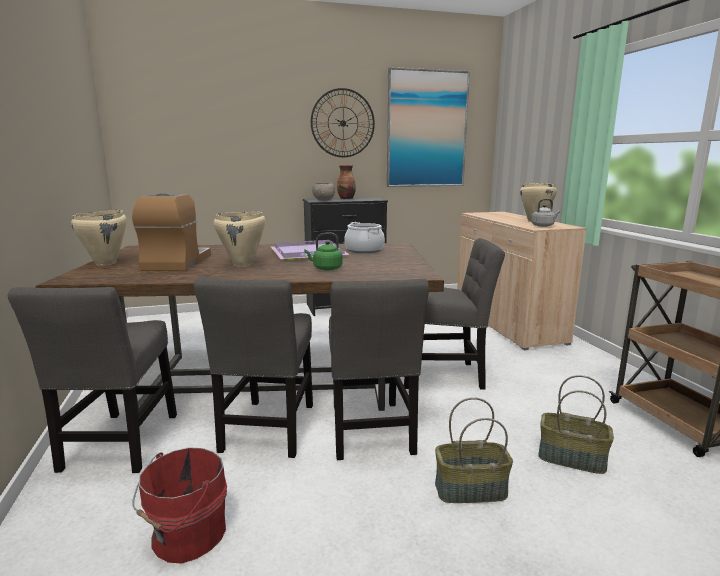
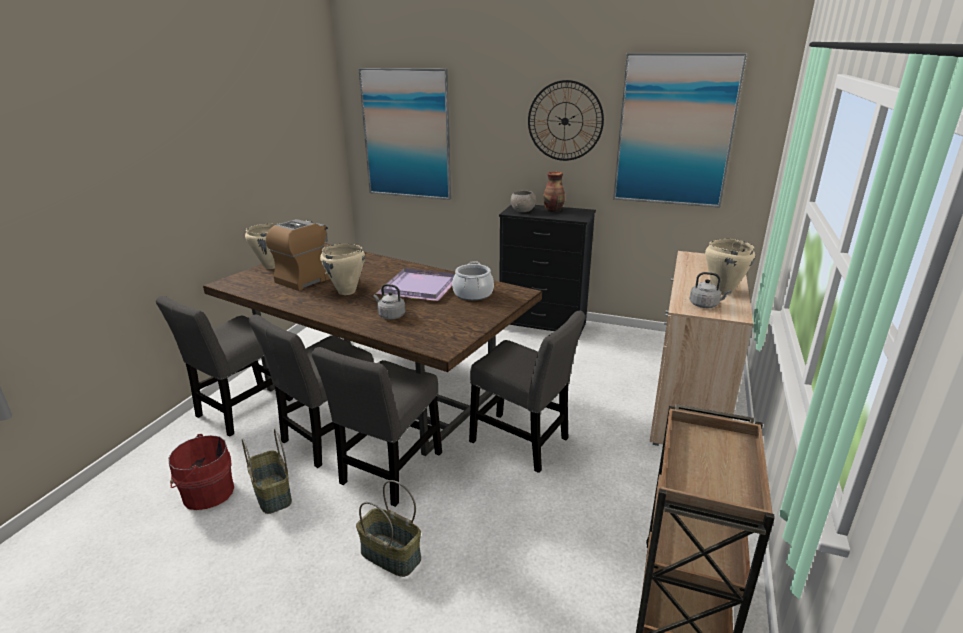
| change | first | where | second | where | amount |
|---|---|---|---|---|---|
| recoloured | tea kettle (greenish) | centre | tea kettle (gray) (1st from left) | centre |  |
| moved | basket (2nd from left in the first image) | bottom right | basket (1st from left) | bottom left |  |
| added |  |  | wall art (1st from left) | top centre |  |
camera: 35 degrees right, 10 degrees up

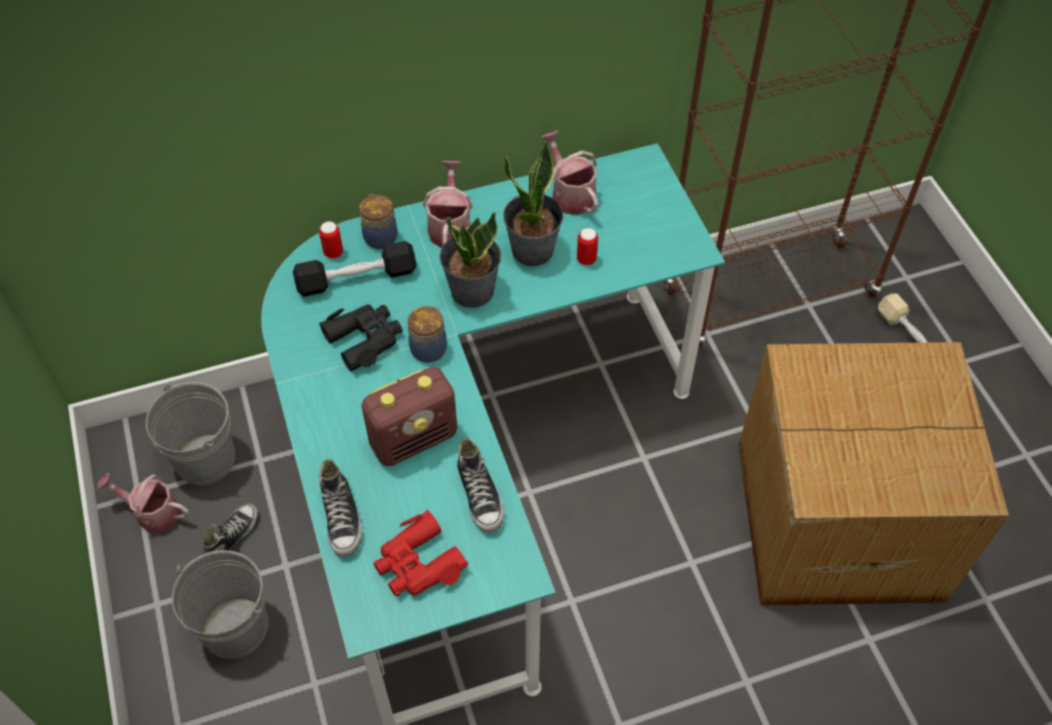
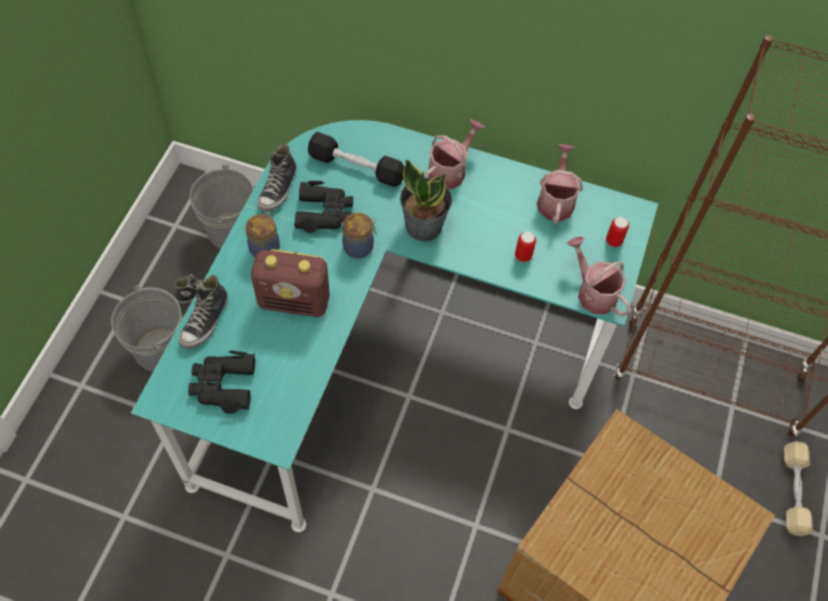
| change | first | where | second | where | amount |
|---|---|---|---|---|---|
| removed | houseplant (2nd from left) | top centre |  |  |  |
| moved | storage jar (1st from left) | top centre |  | middle left |  |
| moved | can (1st from left in the first image) | top left | can (2nd from left) | middle right |  |
| moved | low shoe (3rd from left) | bottom centre |  | top centre |  |
| moved | watering pot (1st from left in the first image) | bottom left | watering pot (3rd from left) | middle right |  |
| recoloured | binoculars (reddish) | bottom centre | binoculars (black) (1st from left) | middle left |  |
camera: 35 degrees right, 5 degrees up

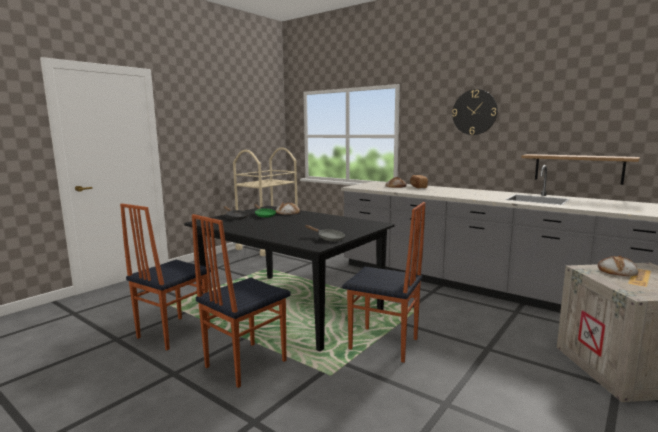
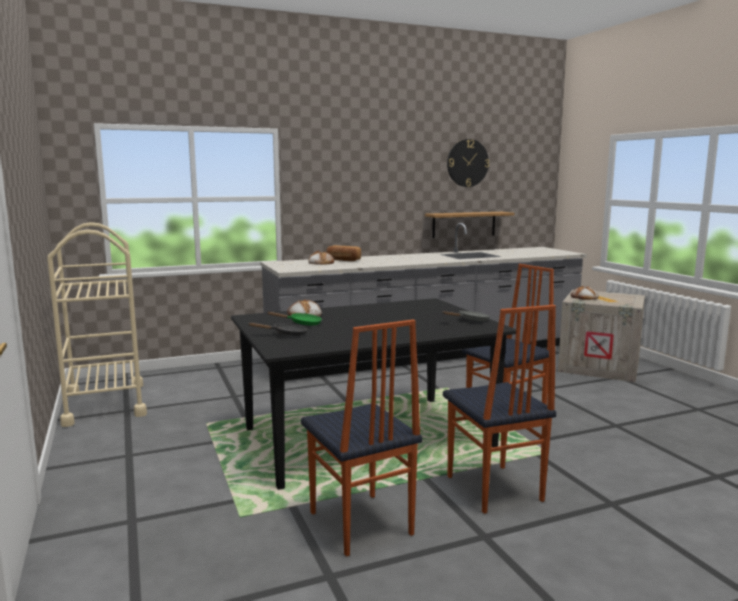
| change | first | where | second | where | amount |
|---|---|---|---|---|---|
| moved | wall clock | top right |  | top centre |  |
camera: 60 degrees left, 0 degrees up

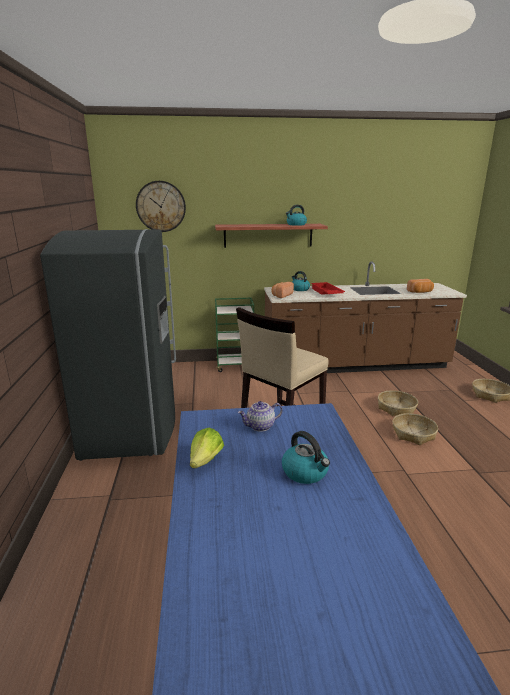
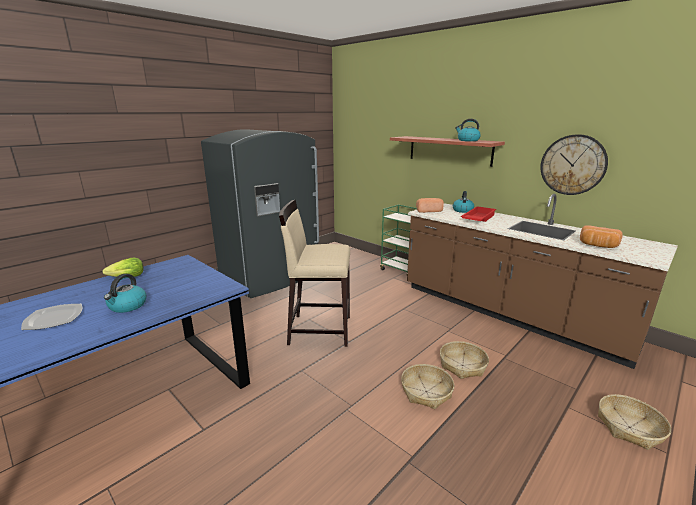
| change | first | where | second | where | amount |
|---|---|---|---|---|---|
| moved | wall clock | top left |  | top right |  |
| removed | tea pot | centre |  |  |  |
| added |  |  | dinner plate | middle left |  |
camera: 50 degrees right, 0 degrees up

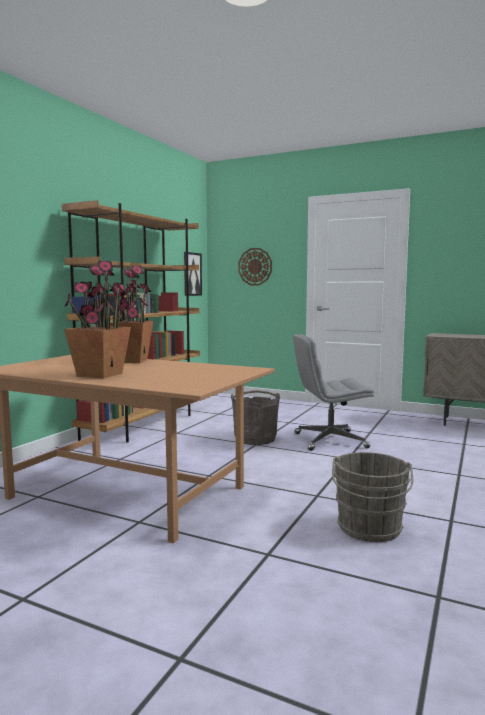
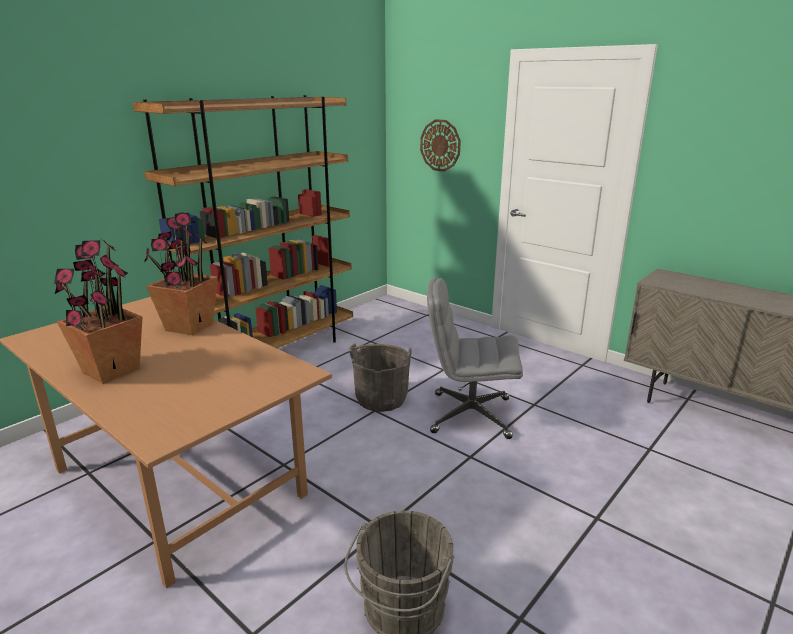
| change | first | where | second | where | amount |
|---|---|---|---|---|---|
| removed | wall art | centre |  |  |  |
camera: 15 degrees right, 15 degrees up

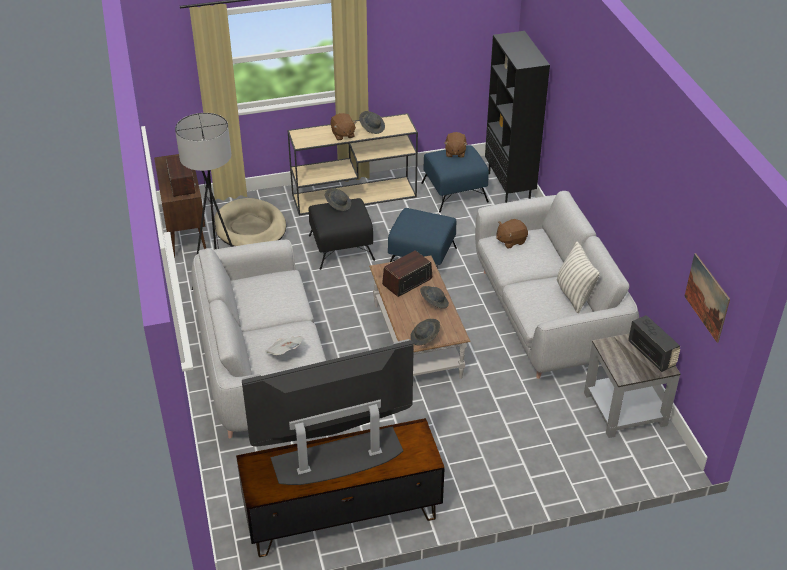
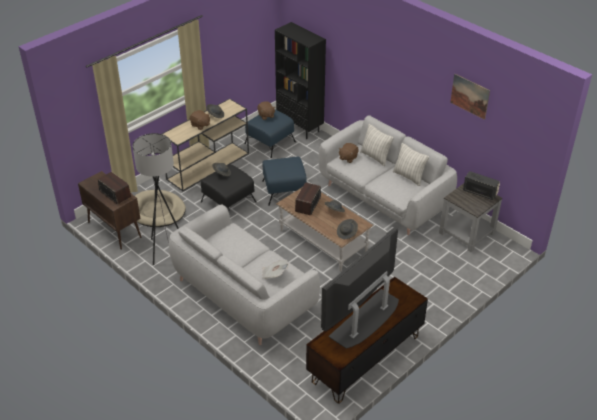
| change | first | where | second | where | amount |
|---|---|---|---|---|---|
| moved | wall art | middle right |  | top right |  |
| added |  |  | pillow (1st from left) | centre |  |
camera: 30 degrees left, 0 degrees up

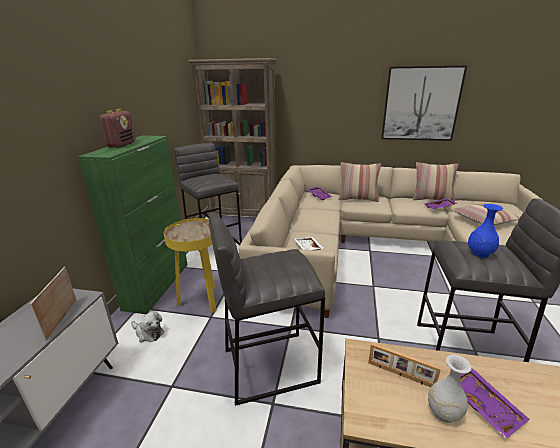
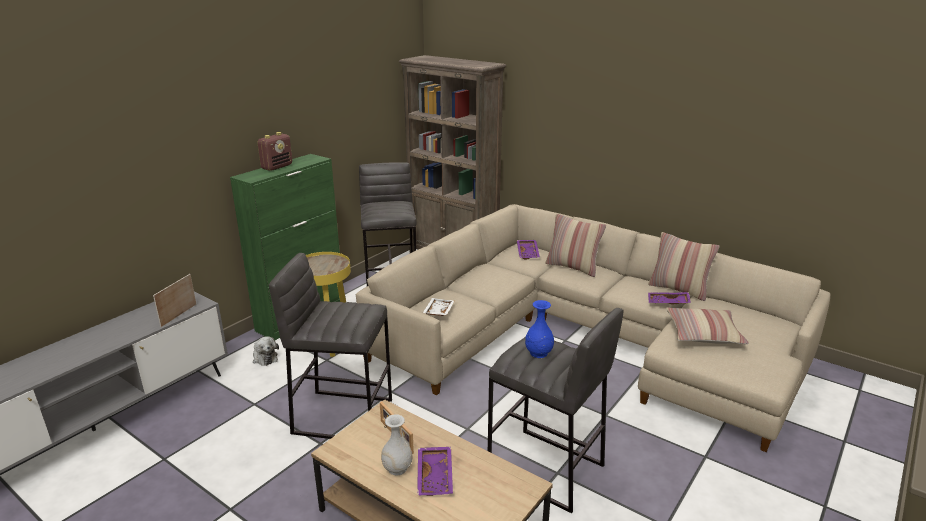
| change | first | where | second | where | amount |
|---|---|---|---|---|---|
| removed | wall art | top right |  |  |  |
camera: 25 degrees right, 0 degrees up

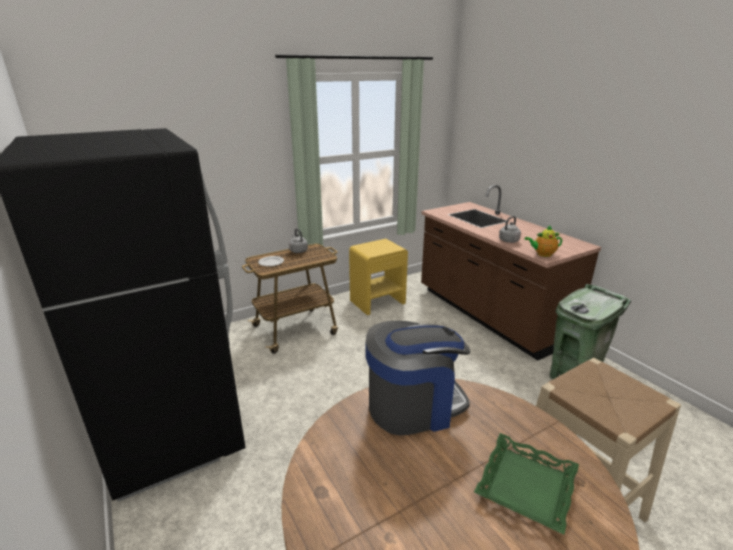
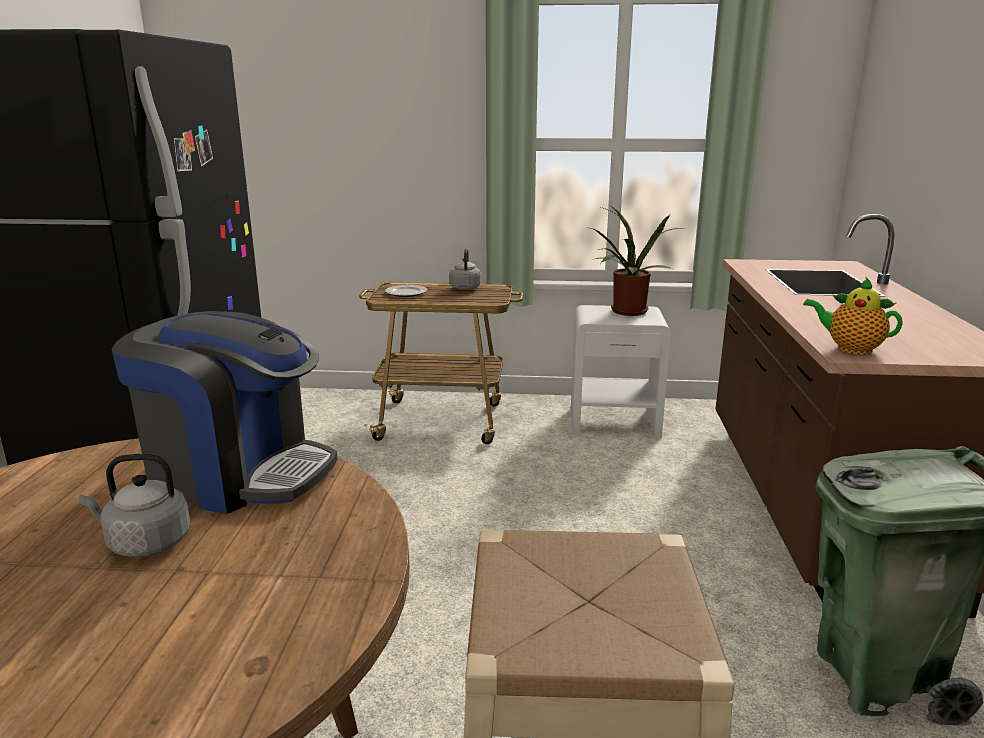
| change | first | where | second | where | amount |
|---|---|---|---|---|---|
| moved | tea kettle (gray) (2nd from left in the first image) | middle right | tea kettle (gray) (1st from left) | bottom left |  |
| recoloured | bedside table (yellow) | centre | bedside table (white) | centre |  |
| removed | serving tray (greenish) | bottom right |  |  |  |
| added |  |  | houseplant | centre |  |
camera: 35 degrees right, 5 degrees down

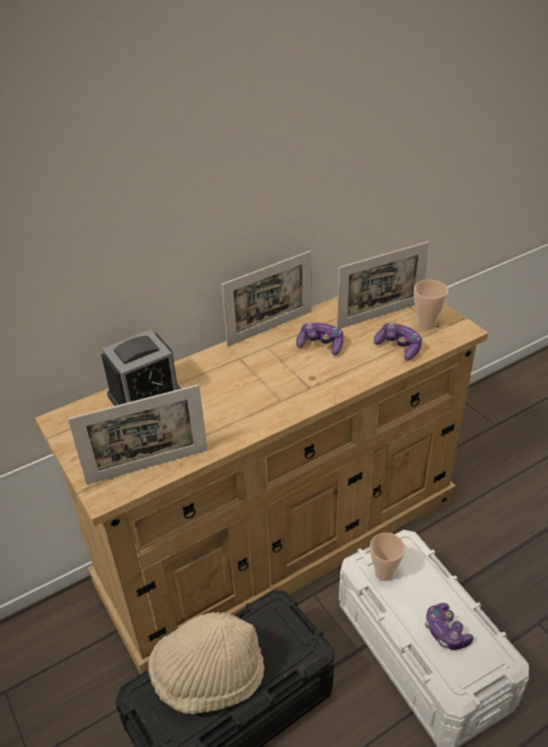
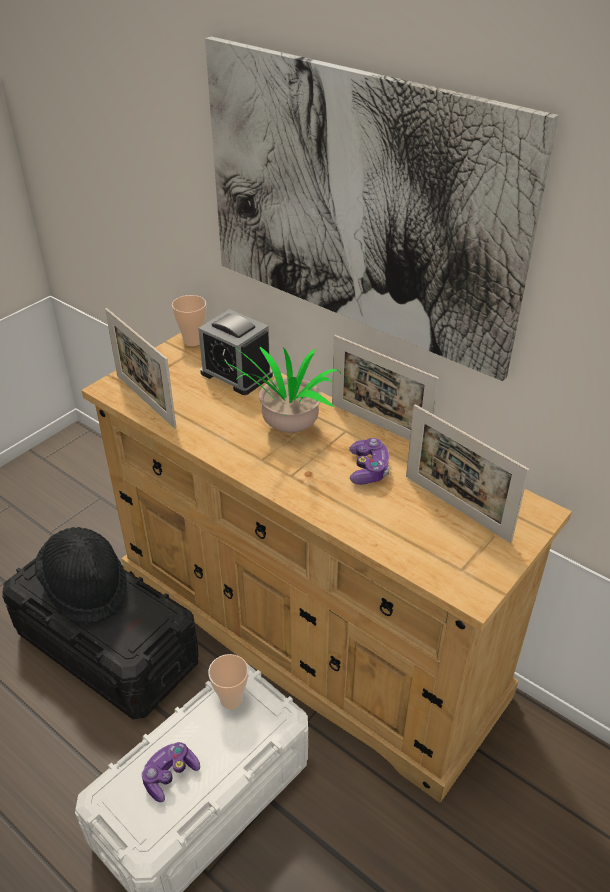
| change | first | where | second | where | amount |
|---|---|---|---|---|---|
| moved | small cup (2nd from left in the first image) | middle right | small cup (1st from left) | middle left |  |
| removed | game controller (2nd from left) | middle right |  |  |  |
| recoloured | clothing hat (sand-coloured) | bottom centre | clothing hat (black) | middle left |  |
| added |  |  | wall art | top centre |  |
| added |  |  | houseplant | centre |  |
camera: 70 degrees right, 0 degrees up

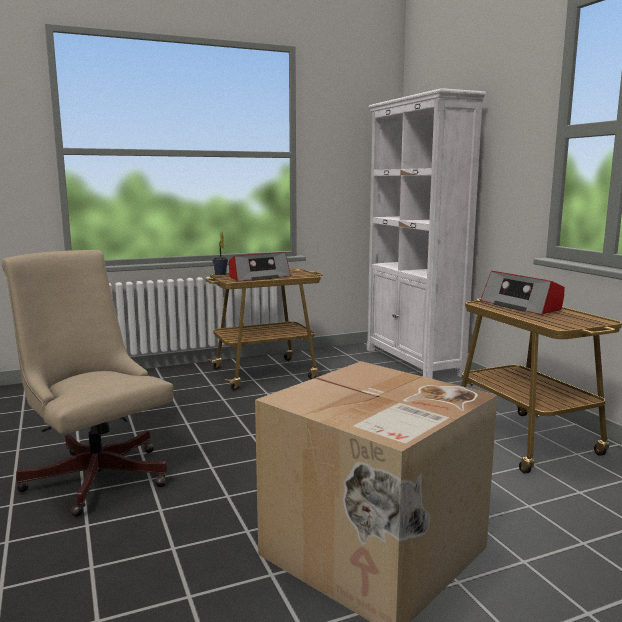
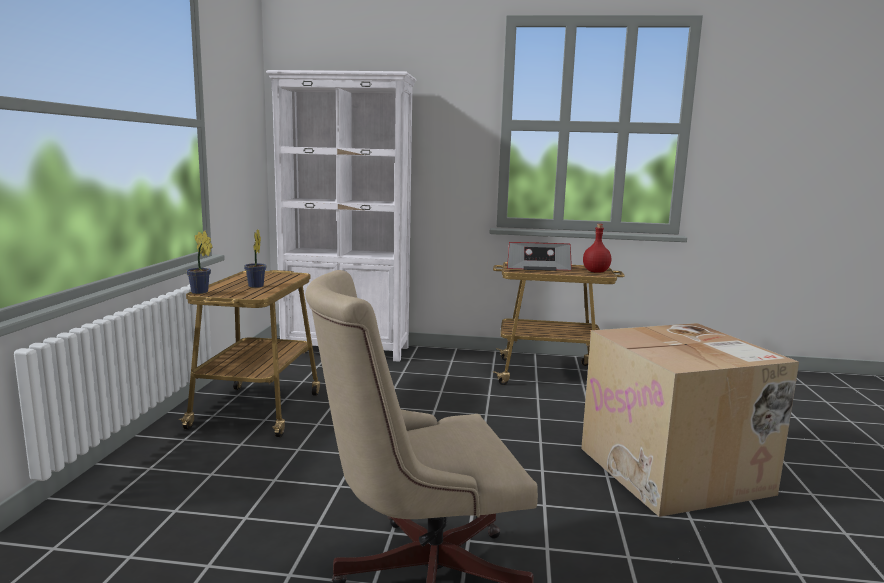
| change | first | where | second | where | amount |
|---|---|---|---|---|---|
| replaced | radio (1st from left) | centre | houseplant (2nd from left) | middle left |  |
| added |  |  | beverage bottle (reddish) | middle right |  |
camera: 60 degrees left, 0 degrees up

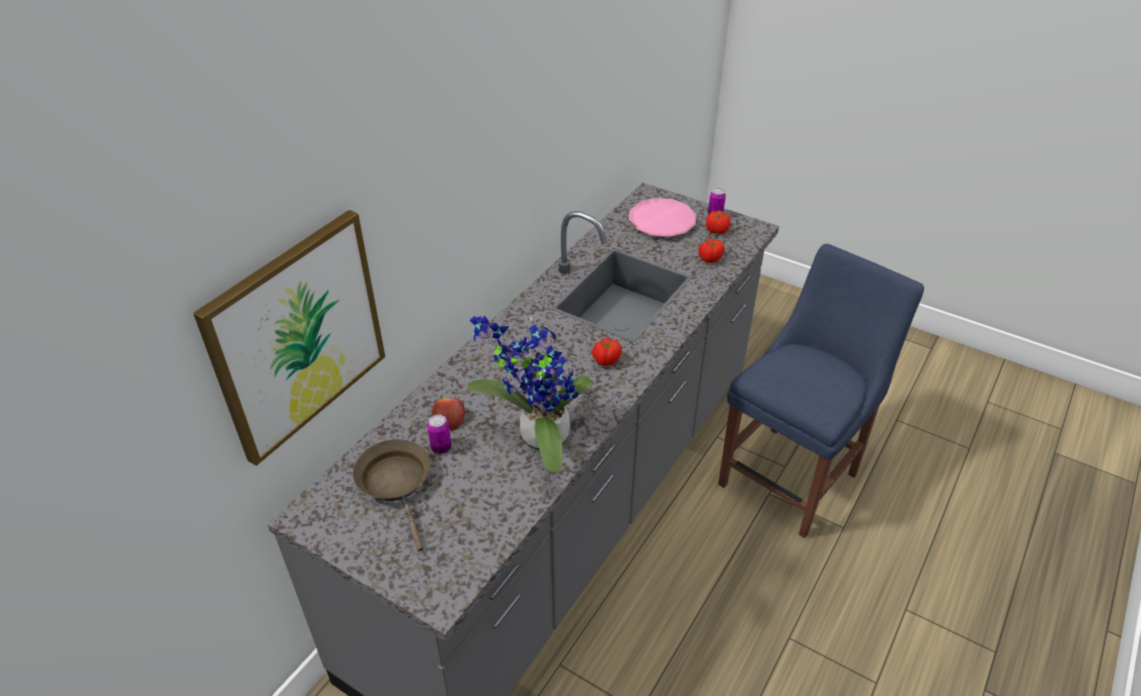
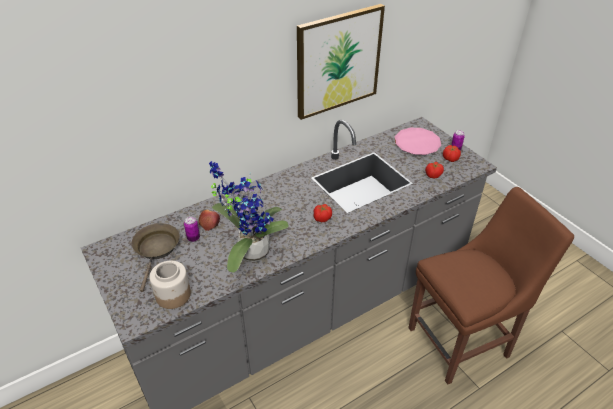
| change | first | where | second | where | amount |
|---|---|---|---|---|---|
| moved | wall art | middle left |  | top centre |  |
| recoloured | plain chair (blue) | middle right | plain chair (brownish) | bottom right |  |
| added |  |  | storage jar | bottom left |  |
camera: 25 degrees right, 0 degrees up

